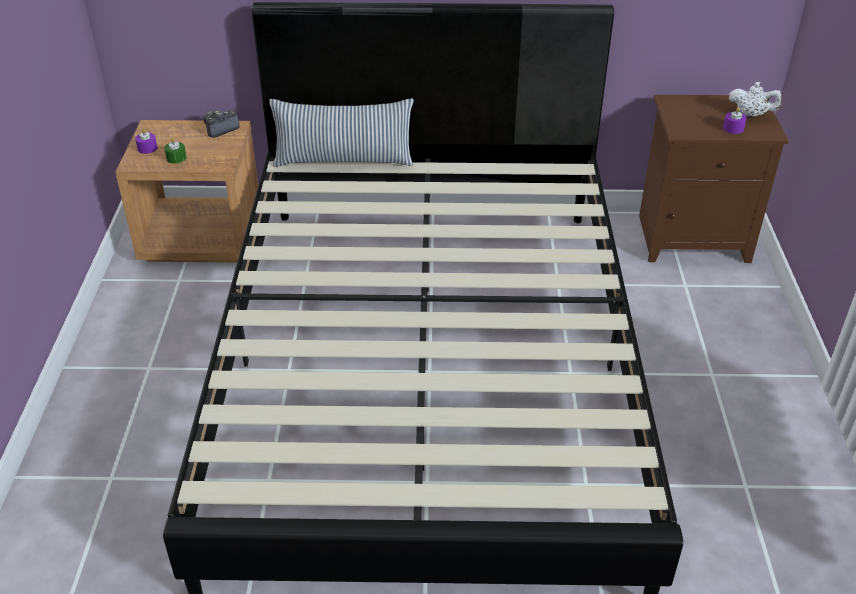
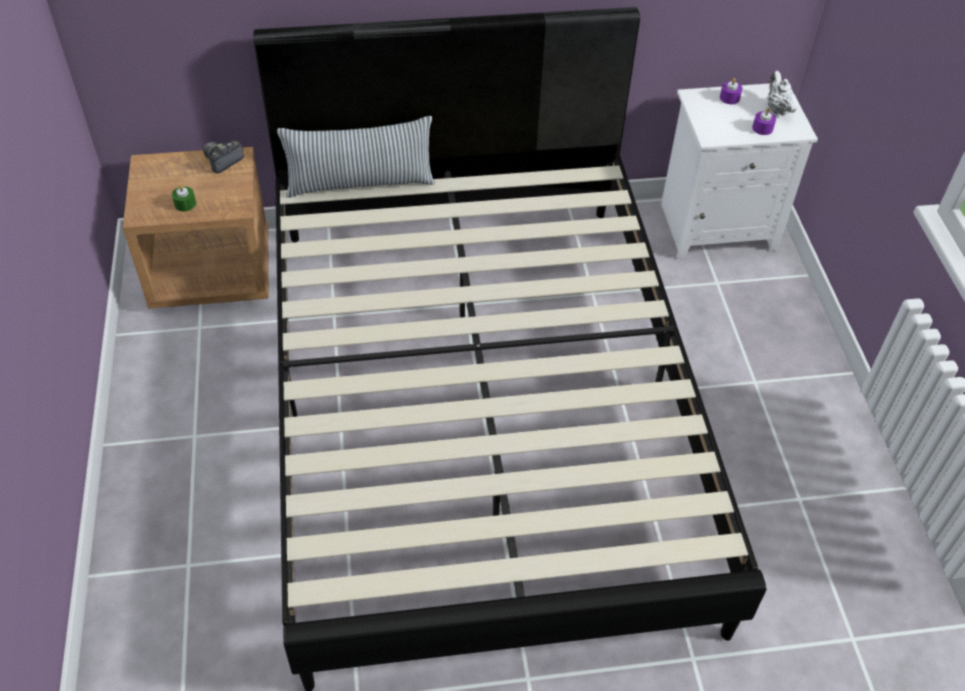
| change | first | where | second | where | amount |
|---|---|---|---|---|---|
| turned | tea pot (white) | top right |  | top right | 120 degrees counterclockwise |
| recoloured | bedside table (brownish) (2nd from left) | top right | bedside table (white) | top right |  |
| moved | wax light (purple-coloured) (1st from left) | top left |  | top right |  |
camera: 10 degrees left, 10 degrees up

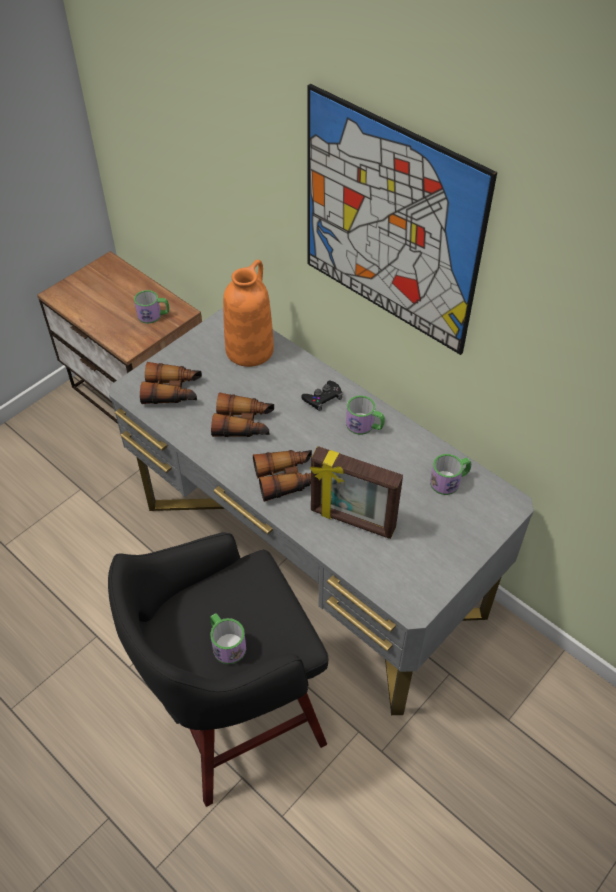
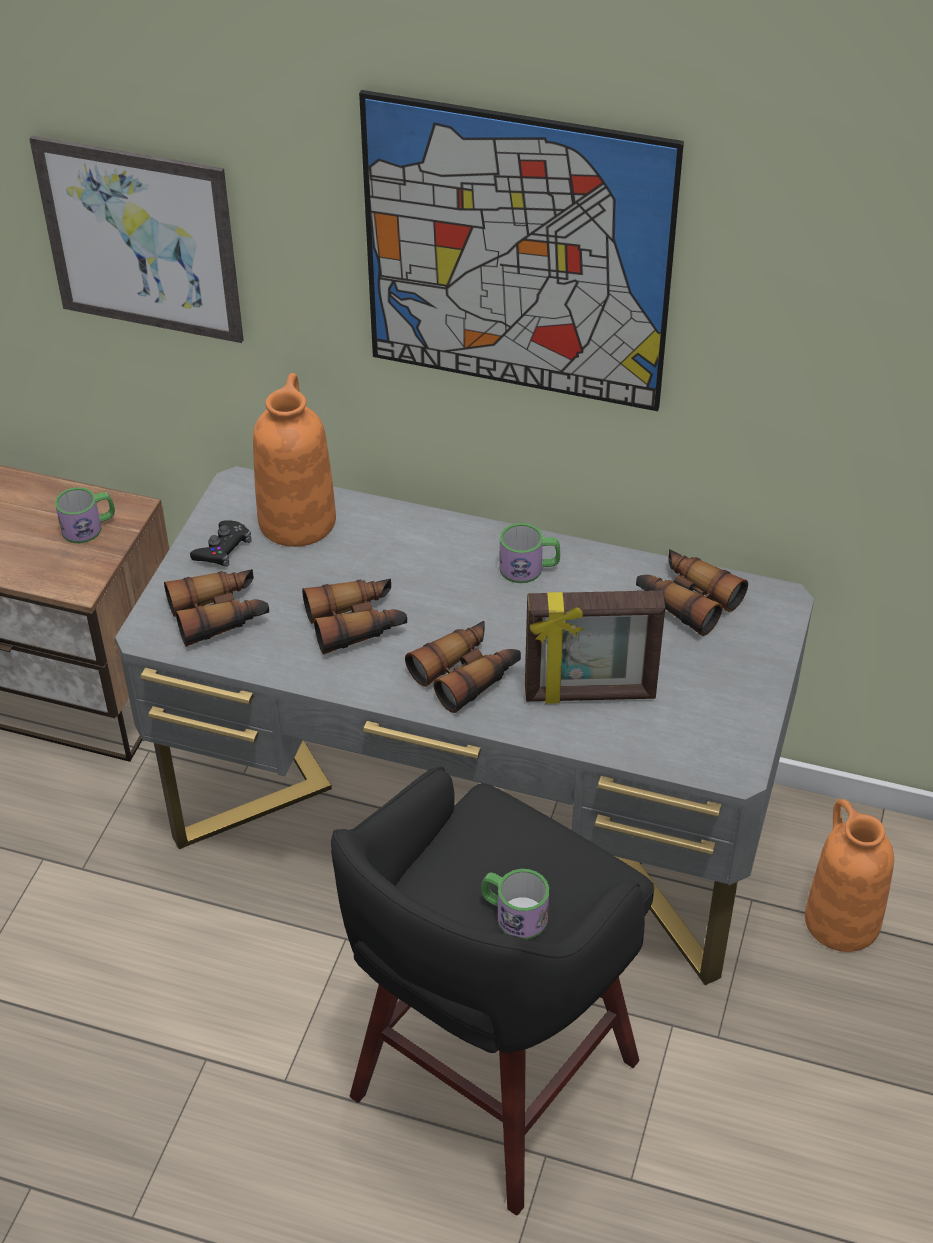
| change | first | where | second | where | amount |
|---|---|---|---|---|---|
| moved | game controller (black) | centre |  | middle left |  |
| replaced | coffee mug (4th from left) | middle right | binoculars (4th from left) | middle right |  |
| added |  |  | wall art (1st from left) | top left |  |
| added |  |  | decorative vase (orangey) (2nd from left) | bottom right |  |
camera: 25 degrees left, 5 degrees down

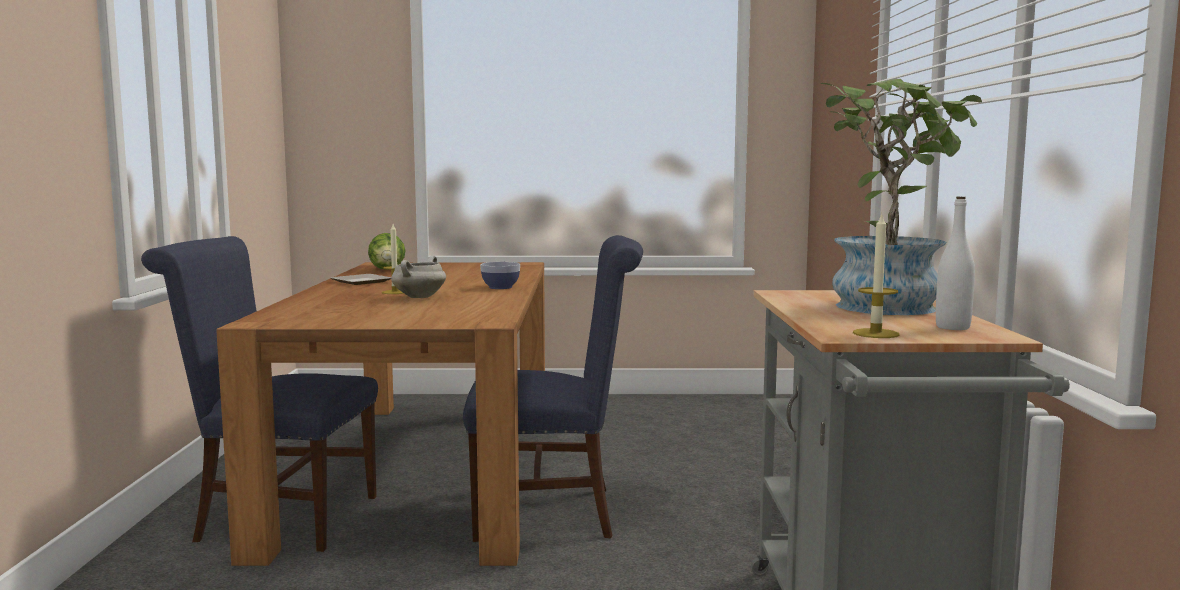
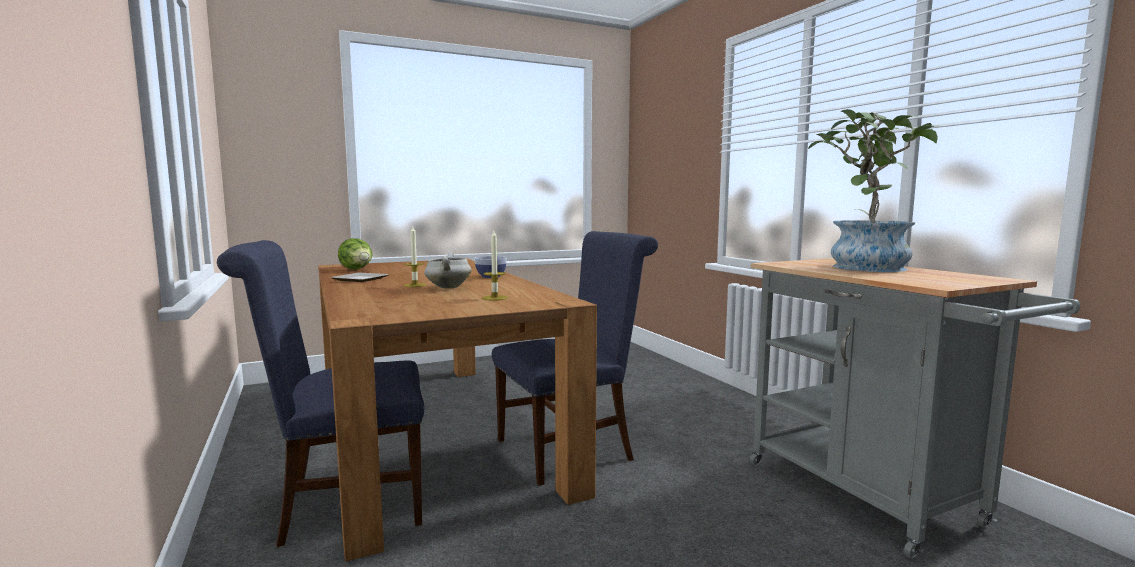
| change | first | where | second | where | amount |
|---|---|---|---|---|---|
| removed | beverage bottle (white) | middle right |  |  |  |
| moved | wax light (2nd from left) | middle right |  | centre |  |
camera: 25 degrees left, 0 degrees up

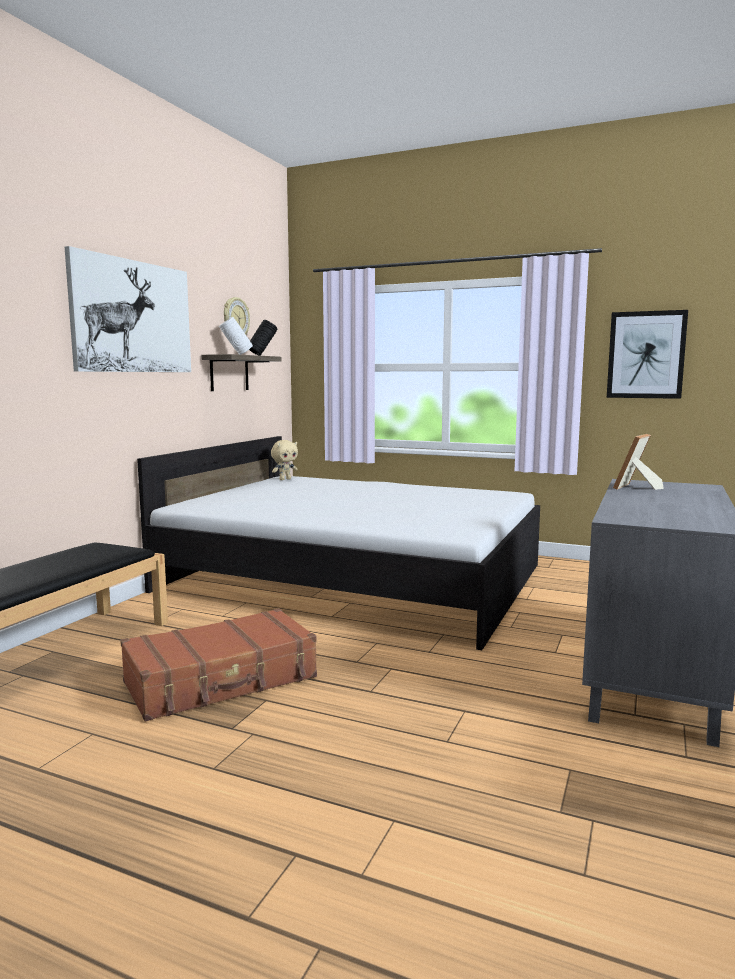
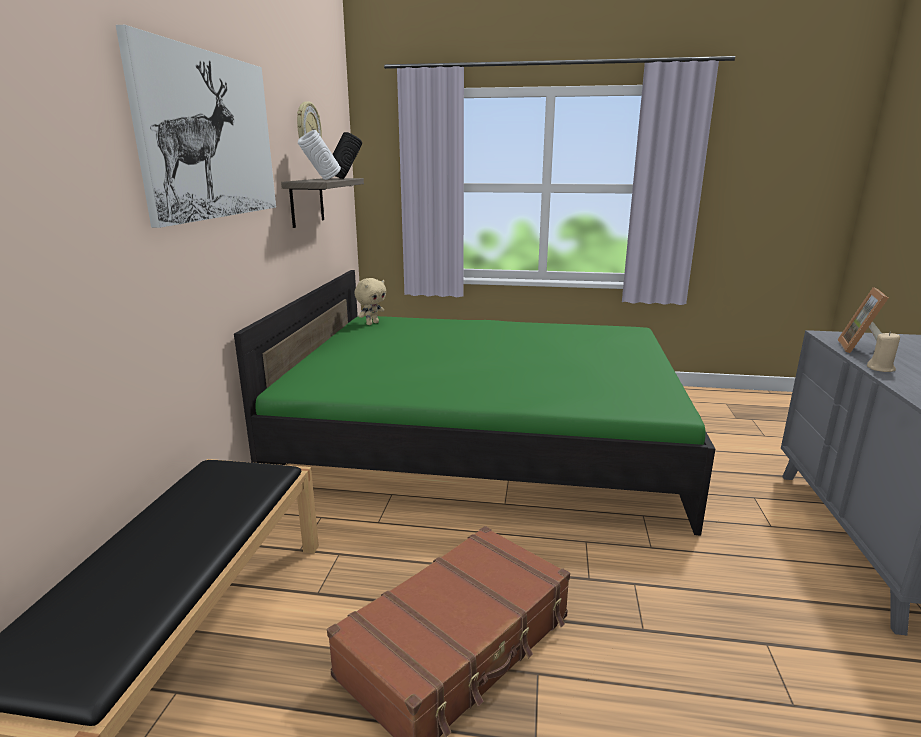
| change | first | where | second | where | amount |
|---|---|---|---|---|---|
| removed | wall art (2nd from left) | middle right |  |  |  |
| recoloured | bedroom bed (white) | centre | bedroom bed (greenish) | centre |  |
| added |  |  | wax light (sand-coloured) | middle right |  |
camera: 15 degrees left, 10 degrees up

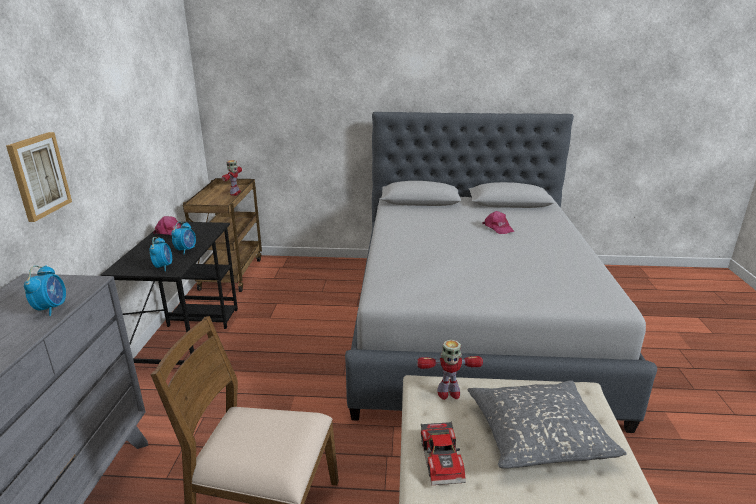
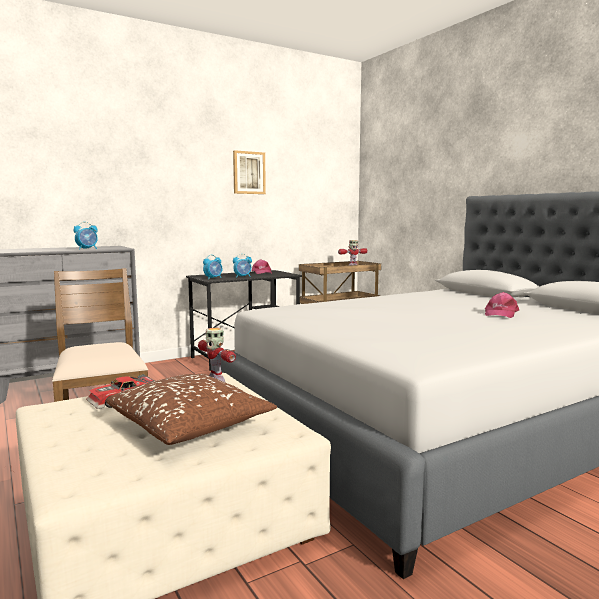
| change | first | where | second | where | amount |
|---|---|---|---|---|---|
| moved | wall art | middle left |  | top centre |  |
| recoloured | pillow (gray) | bottom right | pillow (brownish) | bottom left |  |
camera: 55 degrees right, 15 degrees down

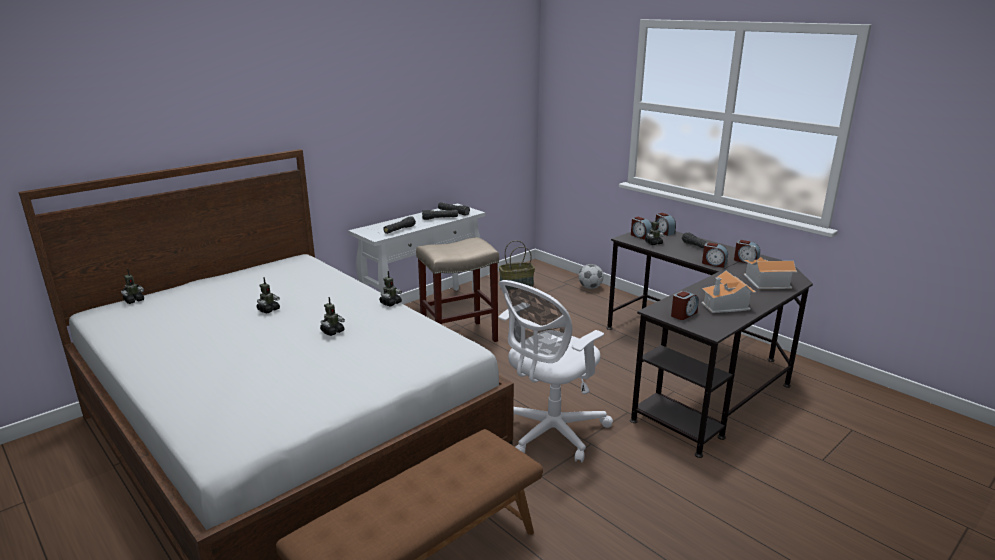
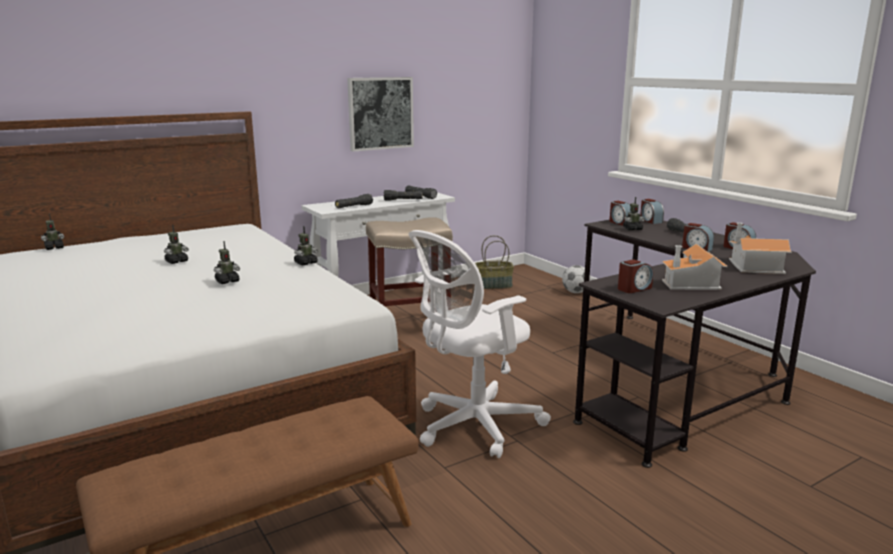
| change | first | where | second | where | amount |
|---|---|---|---|---|---|
| added |  |  | wall art | top centre |  |
camera: 10 degrees right, 5 degrees down

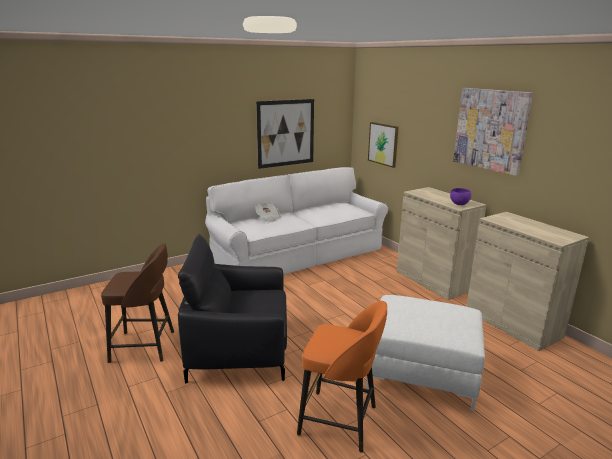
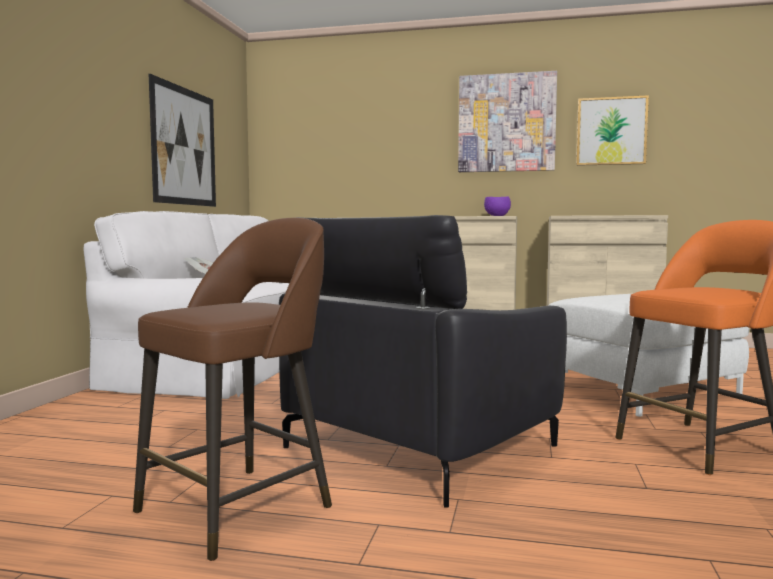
| change | first | where | second | where | amount |
|---|---|---|---|---|---|
| moved | wall art (2nd from left in the first image) | top centre | wall art (3rd from left) | top right |  |
camera: 45 degrees left, 15 degrees down

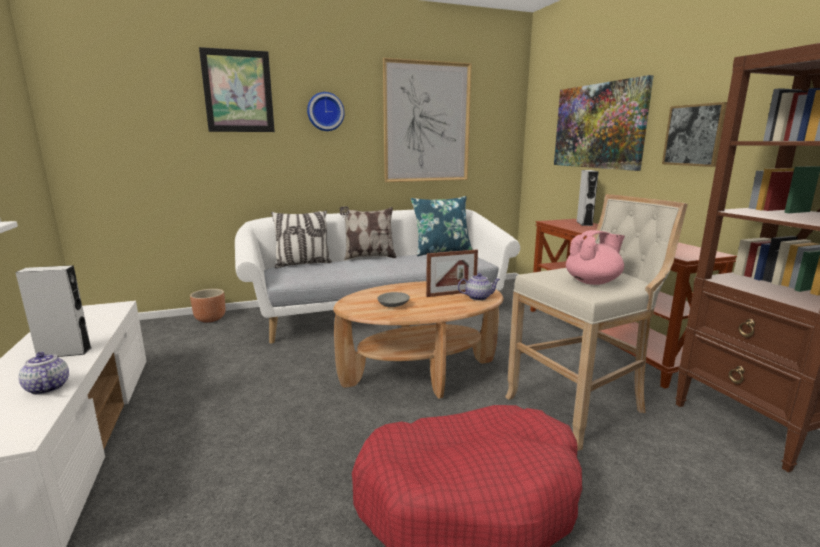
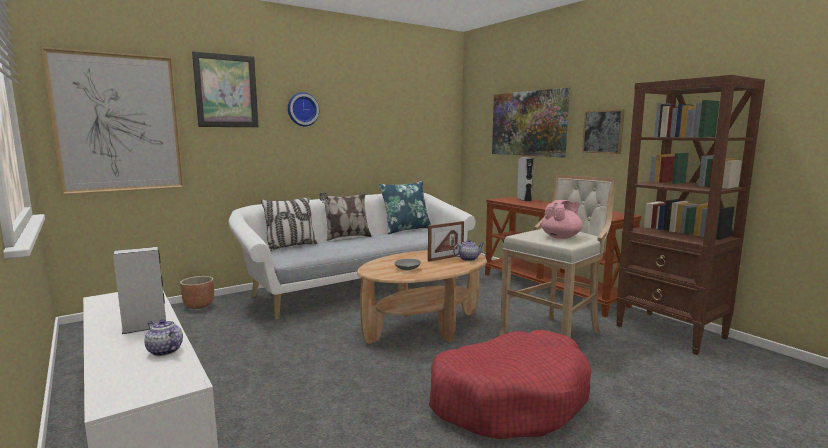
| change | first | where | second | where | amount |
|---|---|---|---|---|---|
| moved | wall art (2nd from left in the first image) | top centre | wall art (1st from left) | top left |  |
camera: 15 degrees left, 5 degrees down

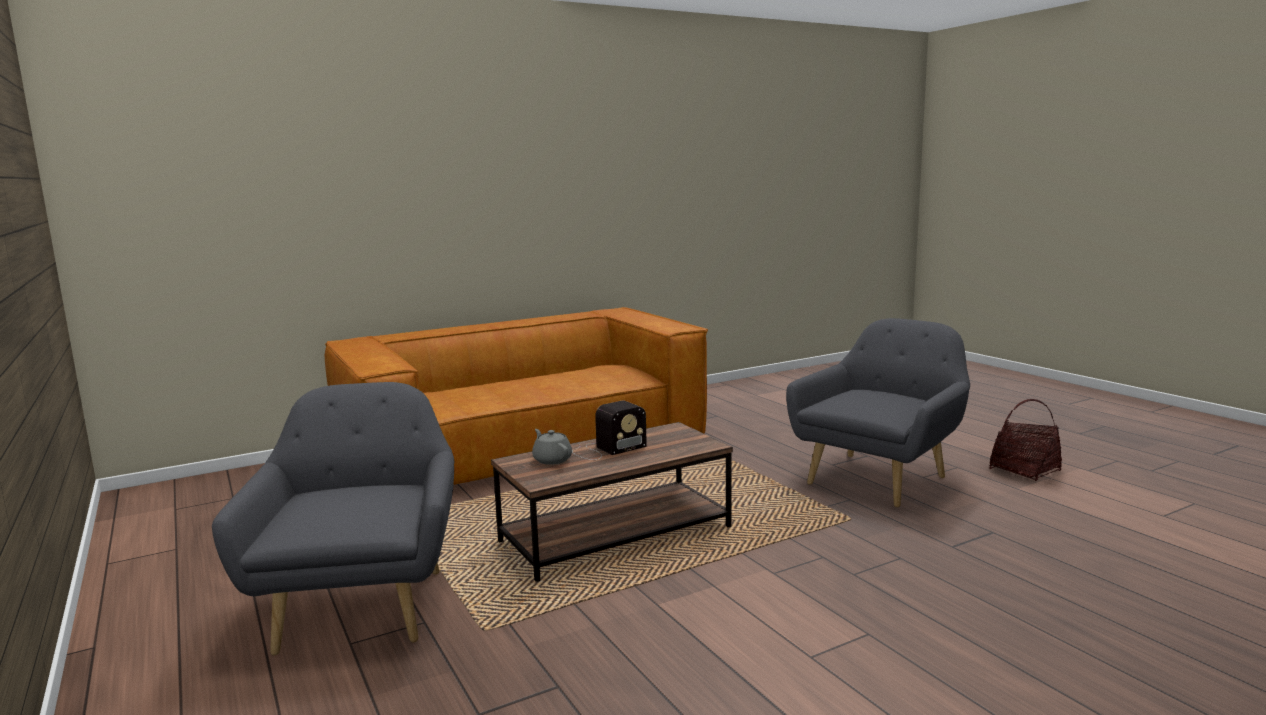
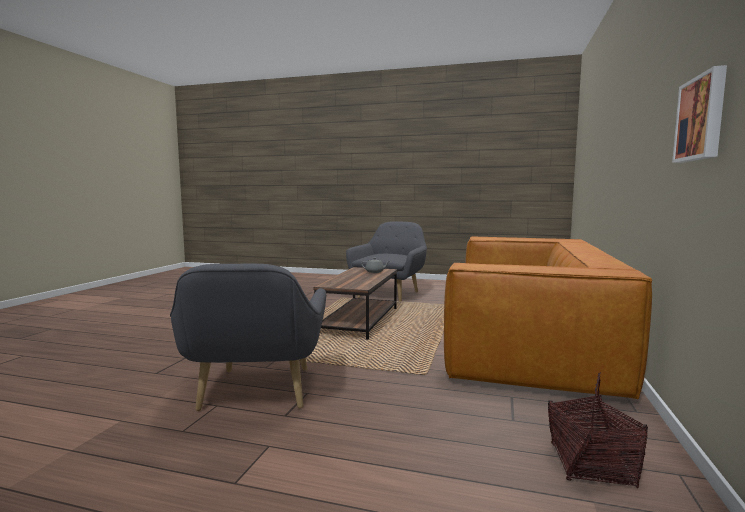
| change | first | where | second | where | amount |
|---|---|---|---|---|---|
| turned | lounge chair (gray) (1st from left in the first image) | bottom left | lounge chair (gray) (2nd from left) | centre | 105 degrees counterclockwise |
| moved | basket | middle right |  | bottom right |  |
| removed | radio | centre |  |  |  |
| added |  |  | wall art | top right |  |
camera: 135 degrees right, 5 degrees down

